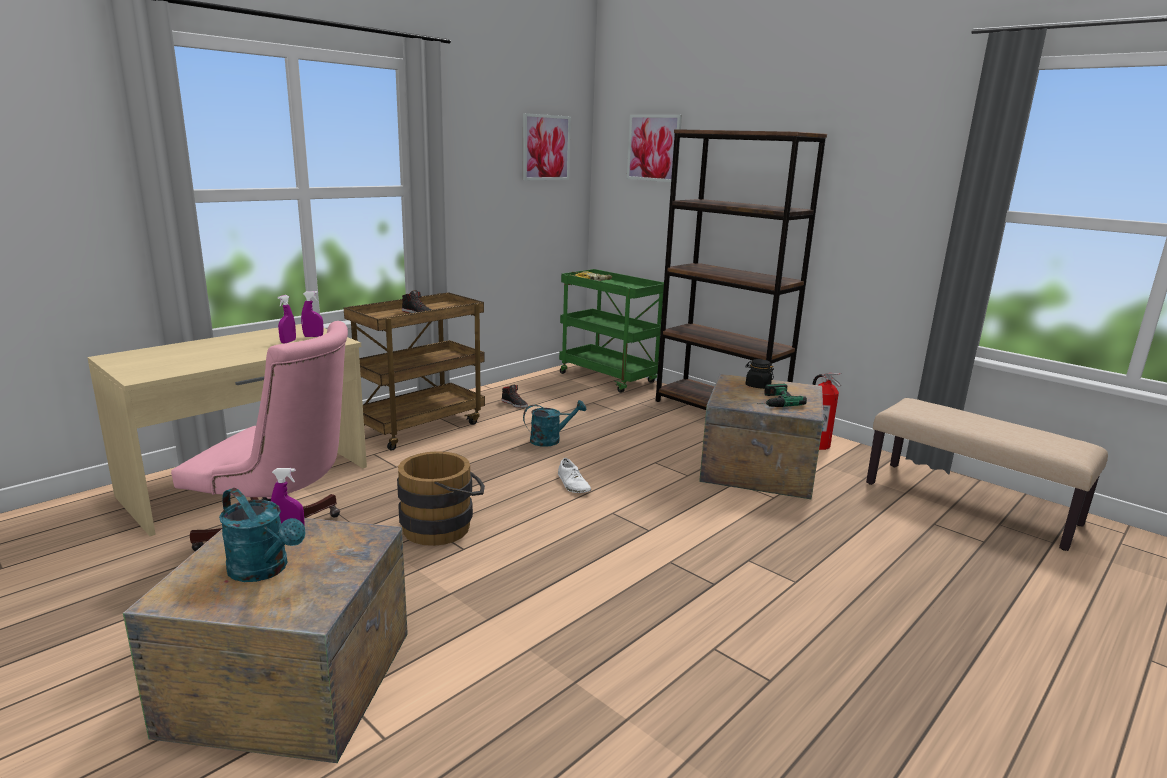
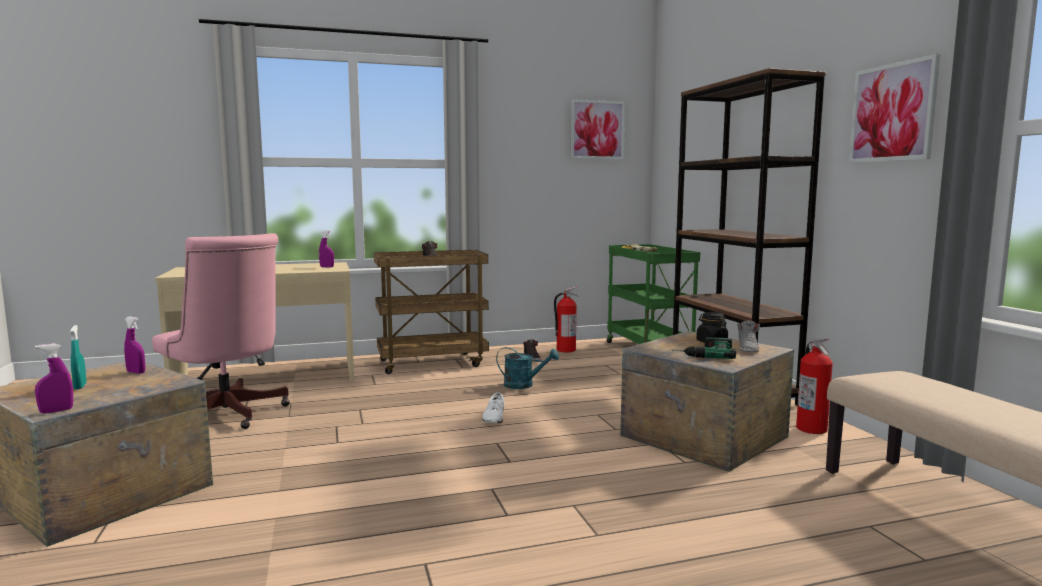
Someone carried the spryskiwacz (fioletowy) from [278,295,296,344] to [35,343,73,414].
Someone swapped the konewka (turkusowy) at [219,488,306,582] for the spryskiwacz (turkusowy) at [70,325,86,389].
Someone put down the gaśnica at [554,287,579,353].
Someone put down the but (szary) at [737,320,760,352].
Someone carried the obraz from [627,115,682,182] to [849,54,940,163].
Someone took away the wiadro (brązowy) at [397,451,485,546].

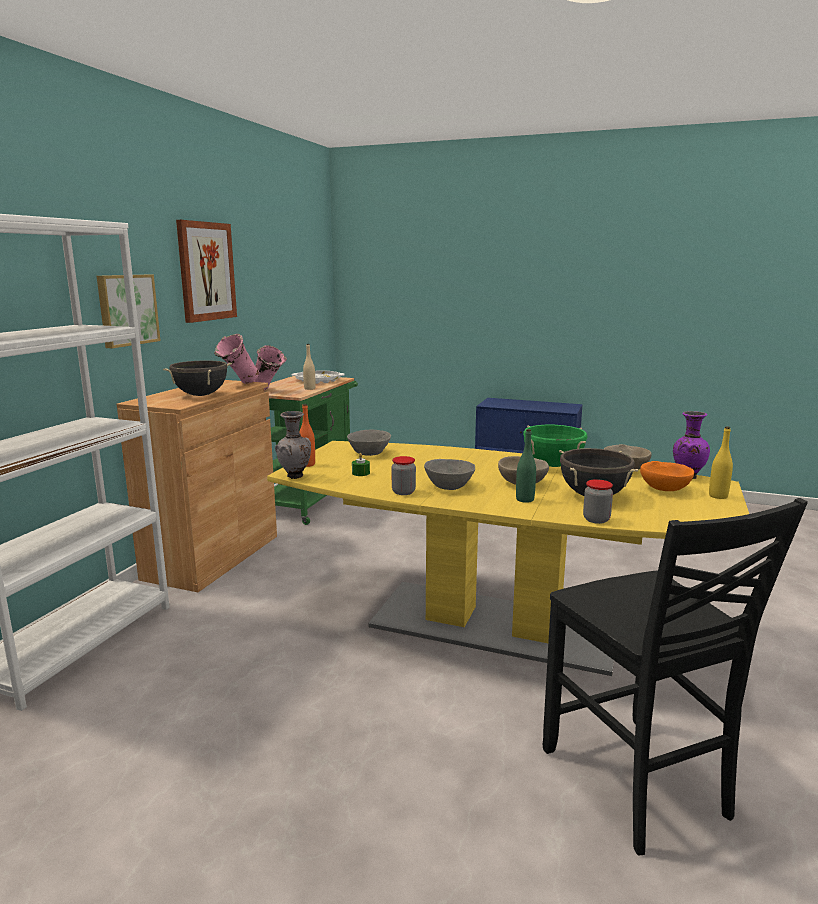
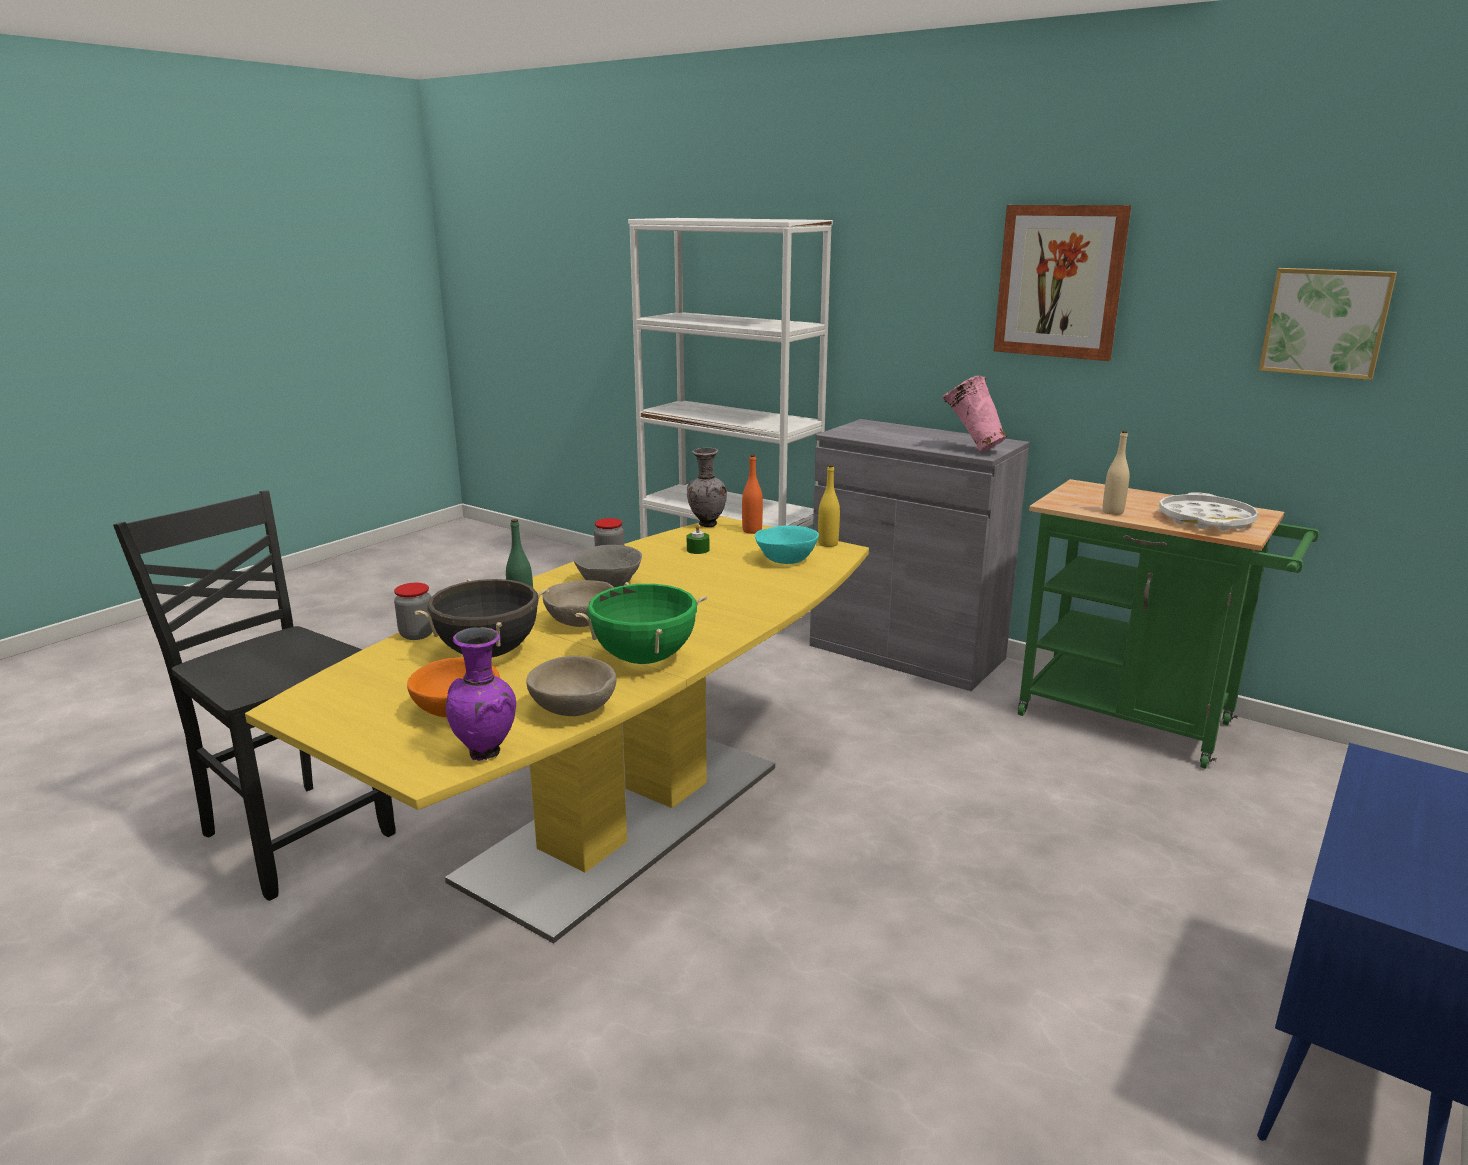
Someone rotated the krzesło (czarny) at [543,498,808,855] by 45 degrees clockwise.
Someone repainted the miska (szary) at [347,430,391,456], which became the miska (turkusowy) at [755,525,819,564].
Someone repainted the szafka (brązowy) at [117,380,277,592], which became the szafka (szary) at [810,419,1029,691].
Someone carried the butelka (żółty) from [709,426,733,499] to [818,465,840,547].
Someone carried the obraz from [97,275,161,348] to [1259,268,1397,380].
Someone took away the garnek (czarny) at [163,361,232,396].
Someone took away the wazon (różowy) at [254,345,287,390].

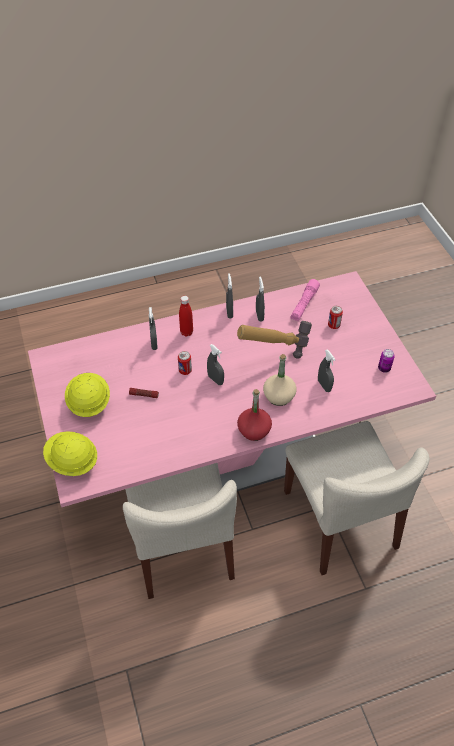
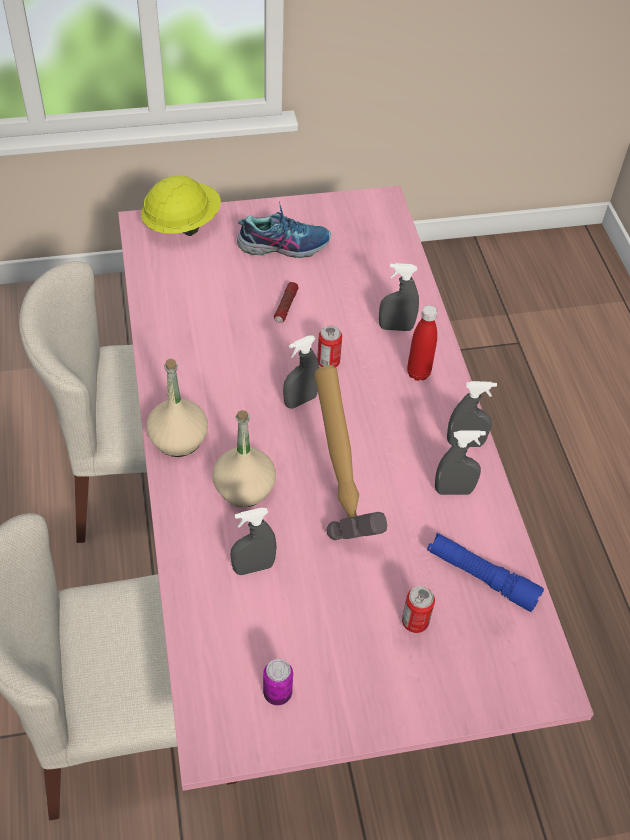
Someone repainted the butelka (czerwony) at [237,389,272,441], which became the butelka (beżowy) at [146,358,208,457].
Someone swapped the kask (żółty) at [65,373,110,417] for the but at [237,201,331,258].
Someone repainted the latarka (różowy) at [291,279,320,321], which became the latarka (niebieski) at [427,533,544,612].

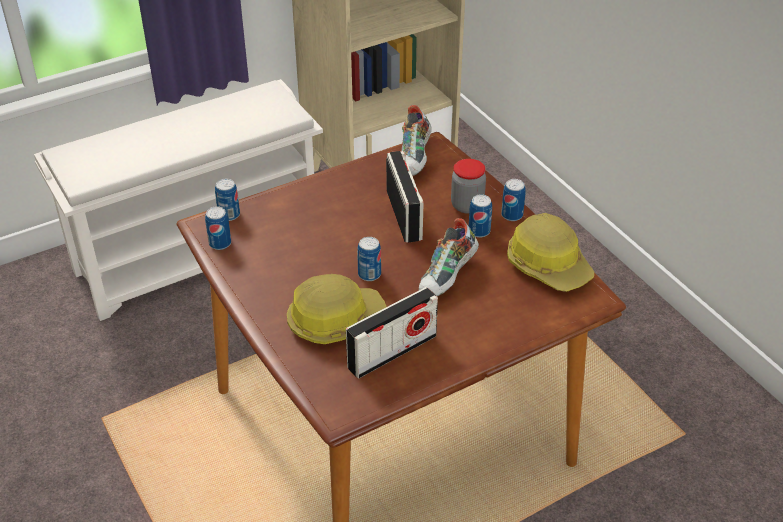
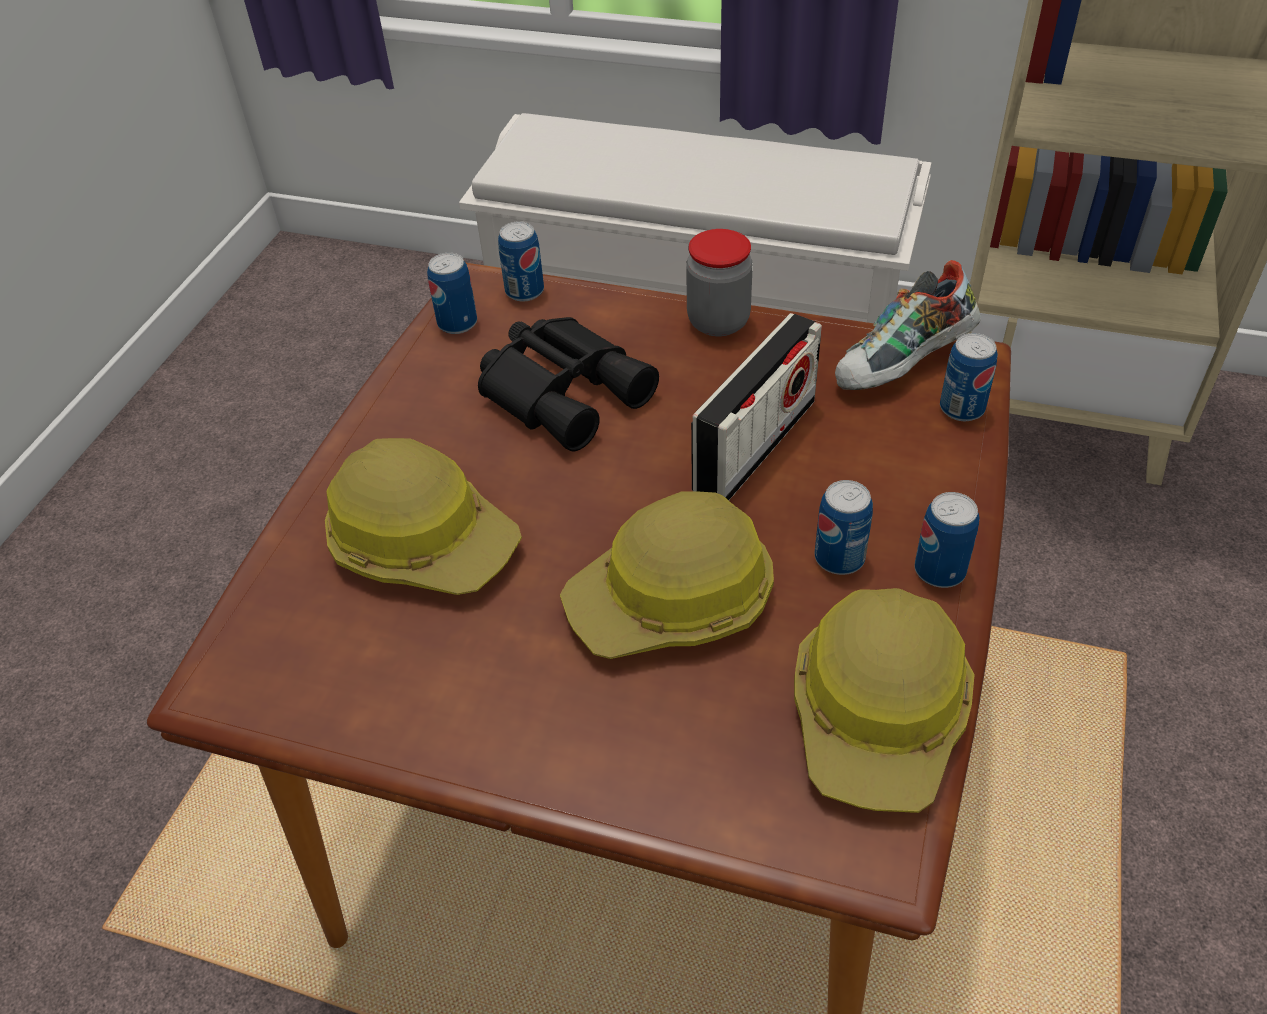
Someone put down the lornetka (czarny) at [478,317,659,451].
Someone swapped the but at [419,218,479,296] for the kask at [560,492,774,659].
Someone carried the słoik from [451,159,486,214] to [686,229,753,337].
Someone carried the puszka from [357,237,381,281] to [940,333,998,421].
Someone took away the radio at [346,287,438,379].

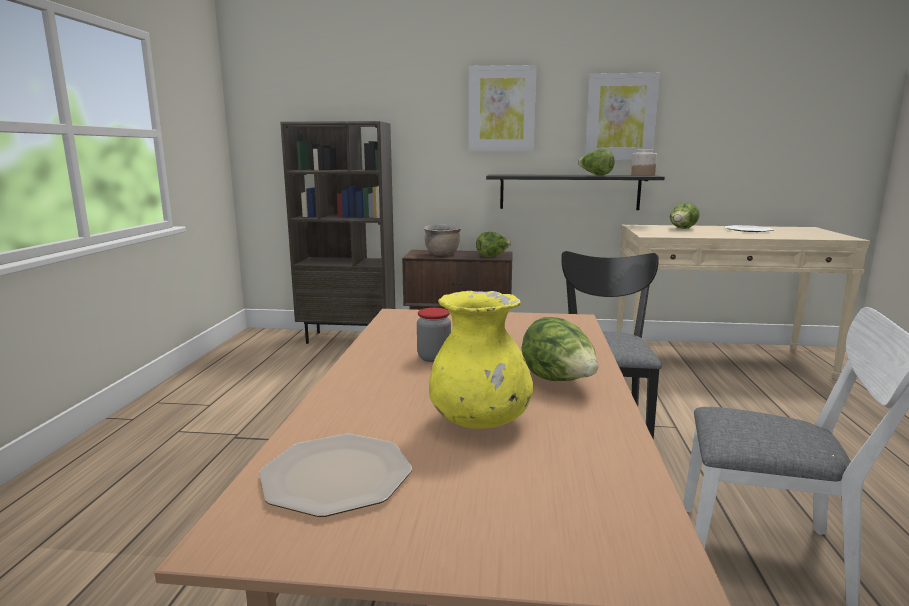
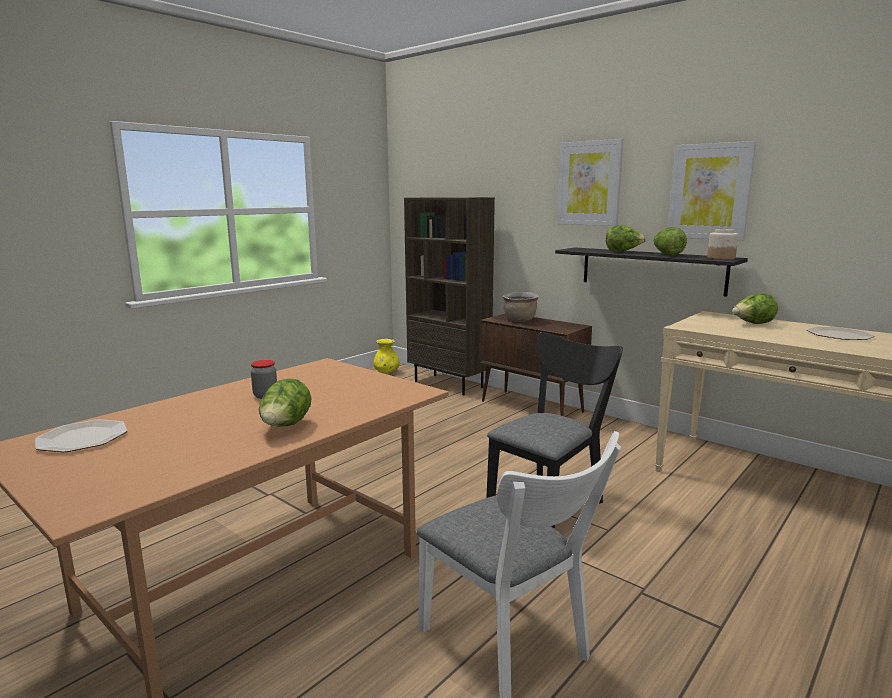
Someone carried the wazon (żółty) from [429,291,534,429] to [373,339,400,373].
Someone carried the sałata from [476,232,512,257] to [606,225,646,252].

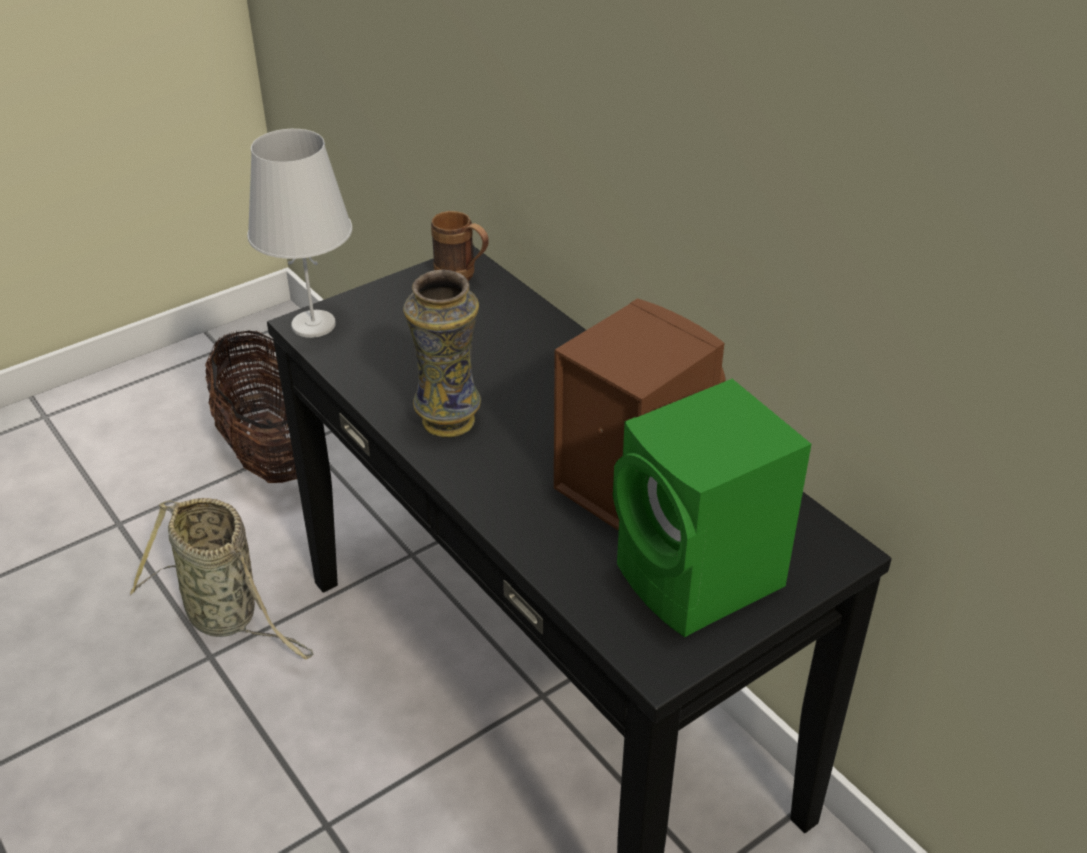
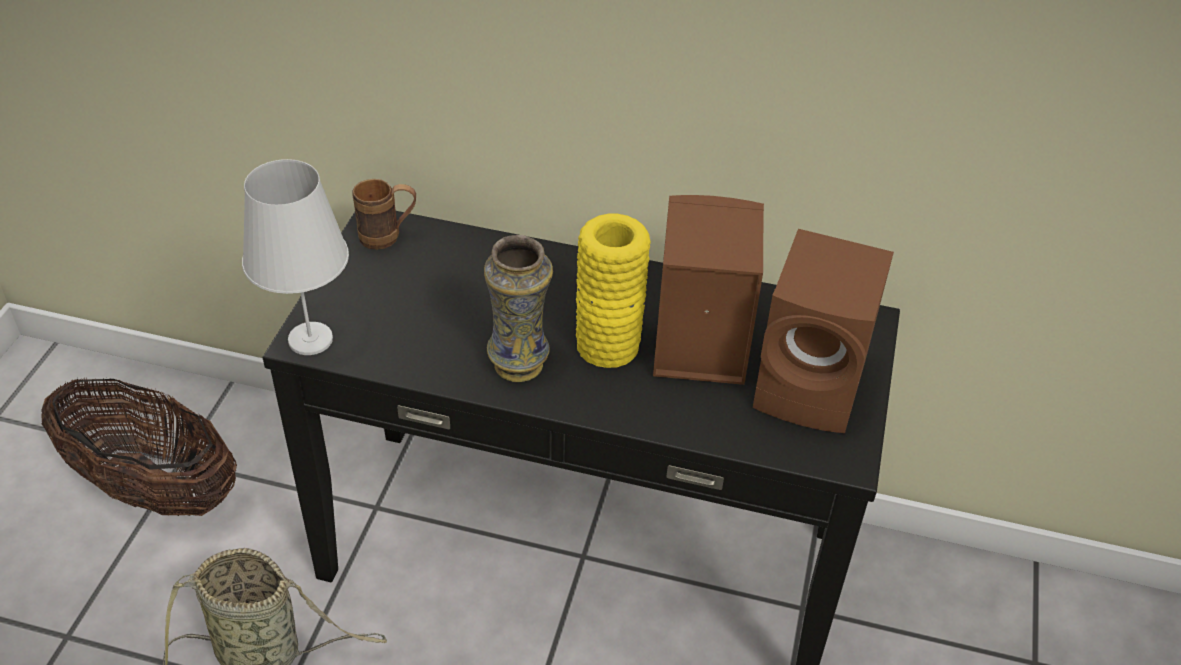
Someone put down the wazon (żółty) at [576,214,651,368].
Someone repainted the głośnik (zielony) at [613,379,811,637], which became the głośnik (brązowy) at [753,229,894,433].

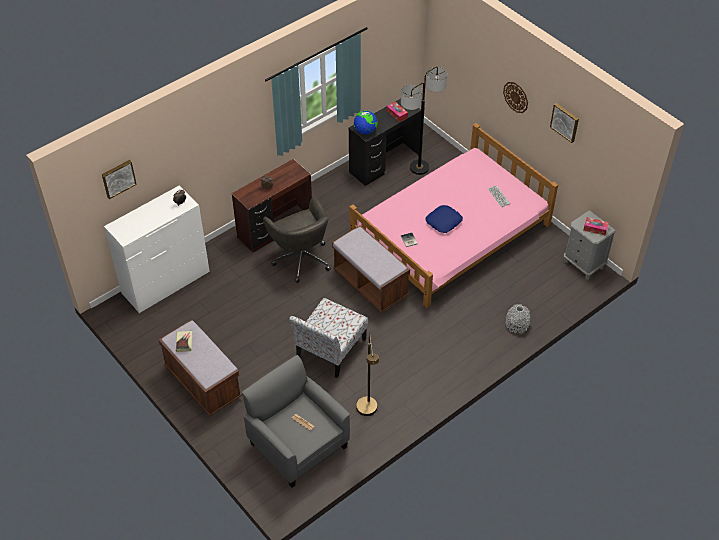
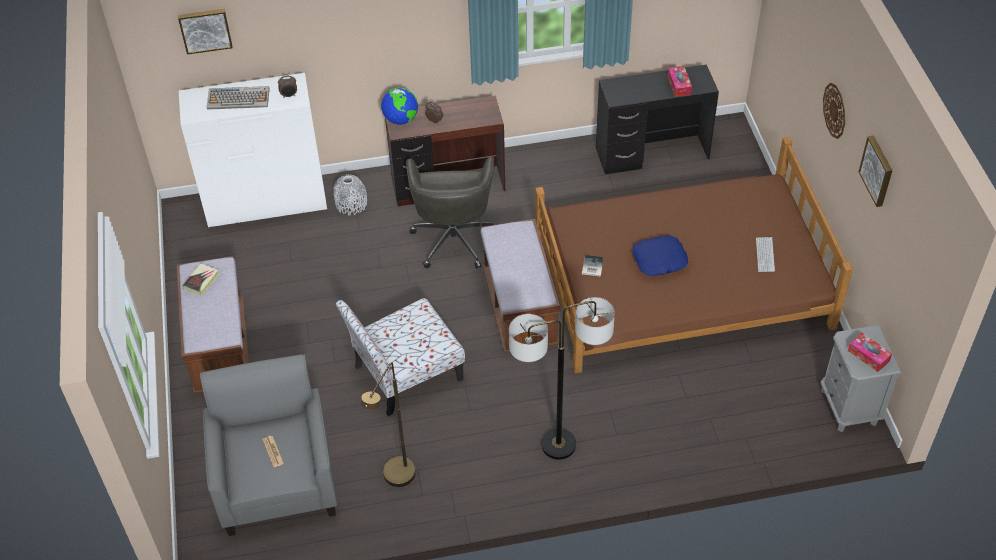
Someone put down the klawiatura at [207,86,270,110].
Someone carried the wazon (szary) from [506,304,531,333] to [333,174,367,215].
Someone carried the globus from [354,110,378,135] to [381,87,418,125].
Someone carried the lampa stojąca from [401,67,447,175] to [509,297,615,460].
Someone repainted the łóżko (różowy) at [350,123,558,308], which became the łóżko (brązowy) at [535,137,853,373].

